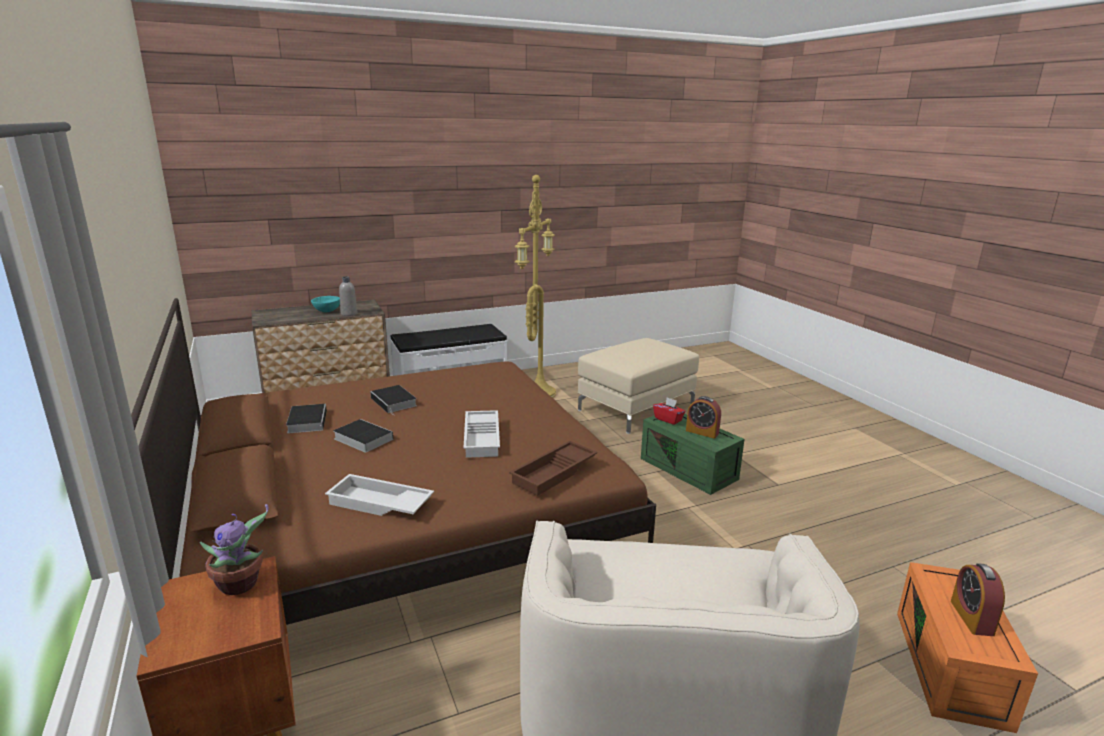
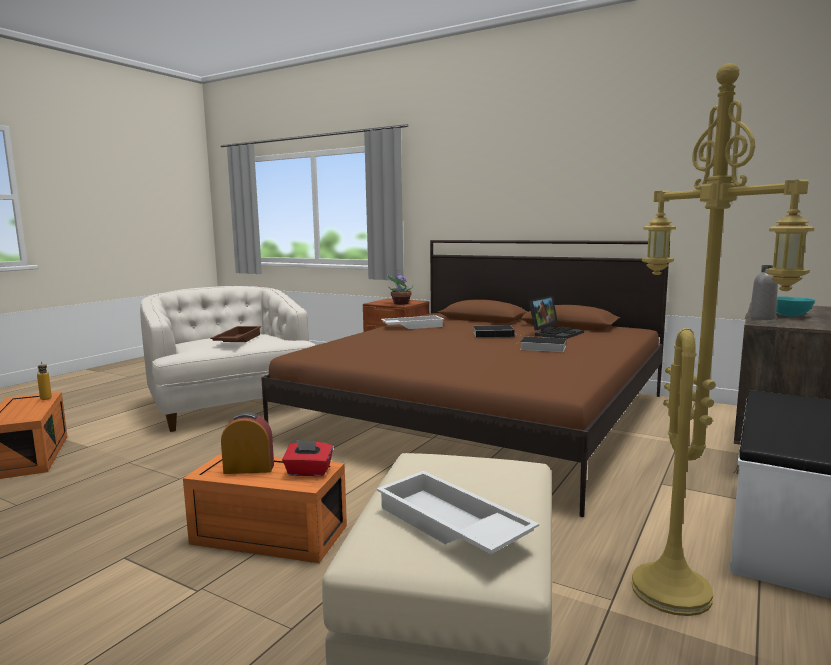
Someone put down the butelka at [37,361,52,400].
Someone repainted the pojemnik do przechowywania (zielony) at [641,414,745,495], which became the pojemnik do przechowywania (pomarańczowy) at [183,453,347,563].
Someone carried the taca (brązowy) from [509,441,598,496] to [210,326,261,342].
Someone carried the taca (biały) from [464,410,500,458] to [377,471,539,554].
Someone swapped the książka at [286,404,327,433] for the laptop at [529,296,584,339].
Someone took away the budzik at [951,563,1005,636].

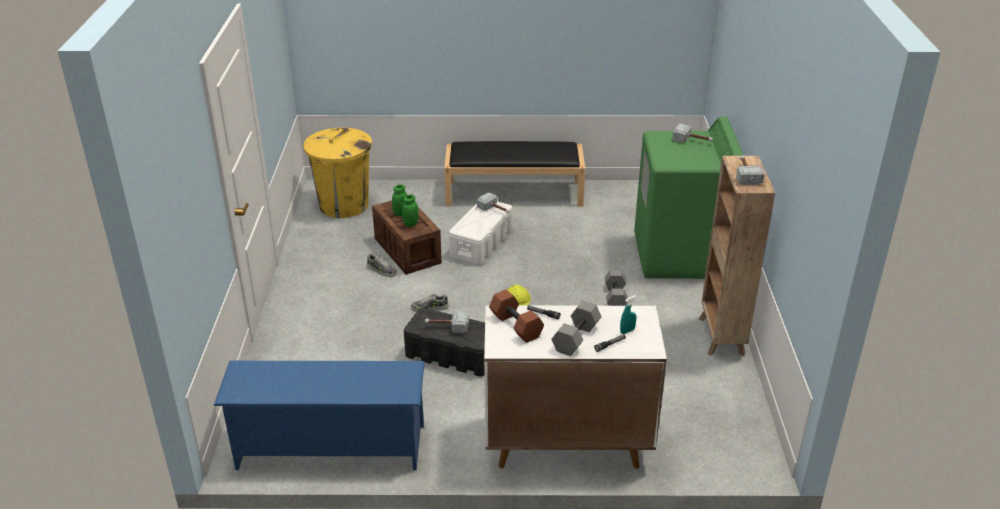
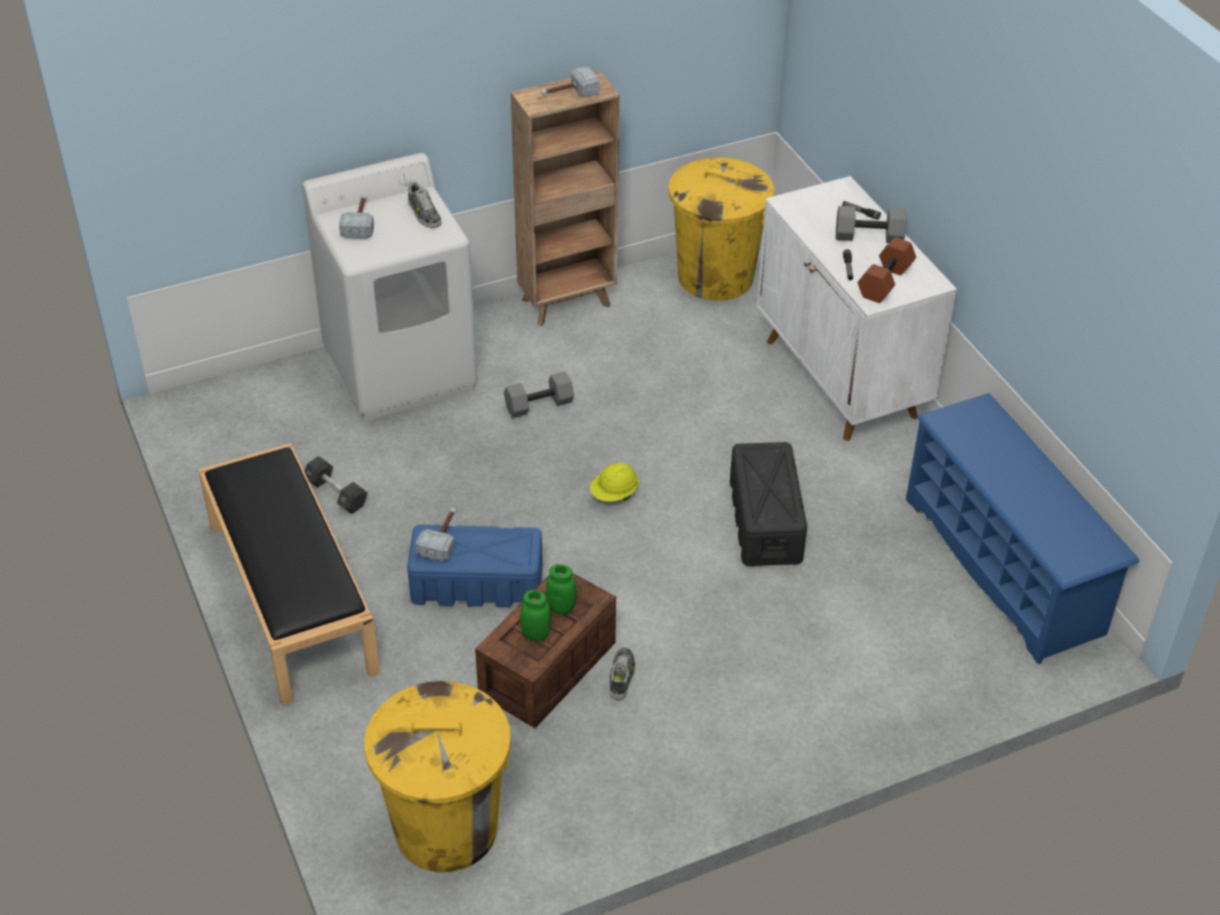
Someone repainted the pralka (zielony) at [634,116,744,279], which became the pralka (biały) at [302,153,478,421].
Someone put down the hantel (czarny) at [304,456,368,514].
Someone repainted the pojemnik do przechowywania (biały) at [449,202,512,265], which became the pojemnik do przechowywania (niebieski) at [407,525,543,607].
Someone carried the but from [411,294,449,312] to [408,181,442,228].
Someone put down the kosz na śmieci (żółty) at [669,157,774,301].
Someone took away the młotek at [425,311,469,333].
Someone took away the spryskiwacz (turkusowy) at [620,295,637,334].

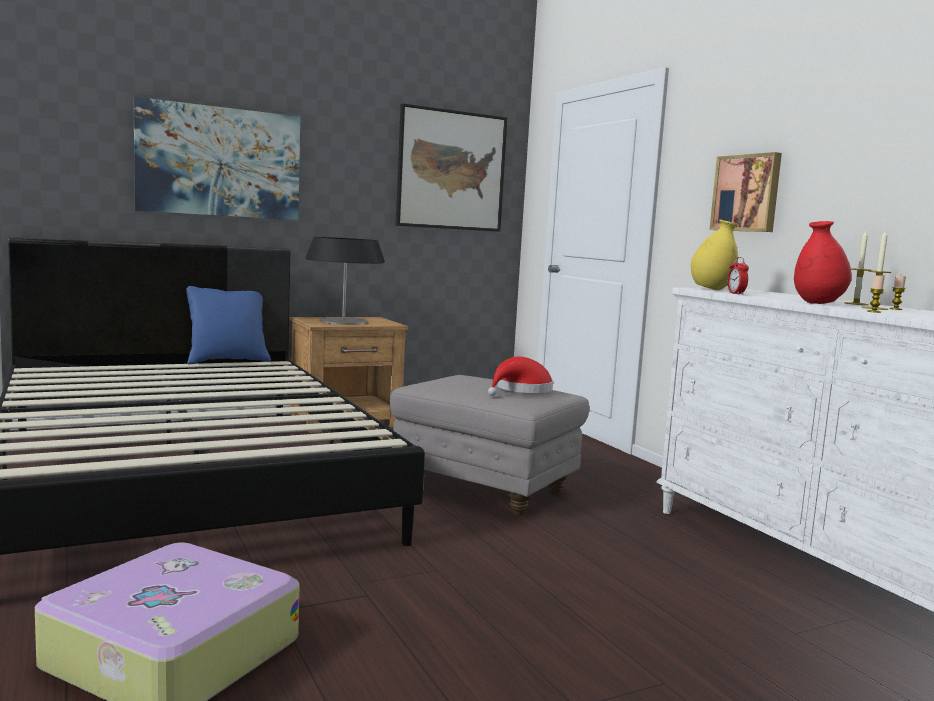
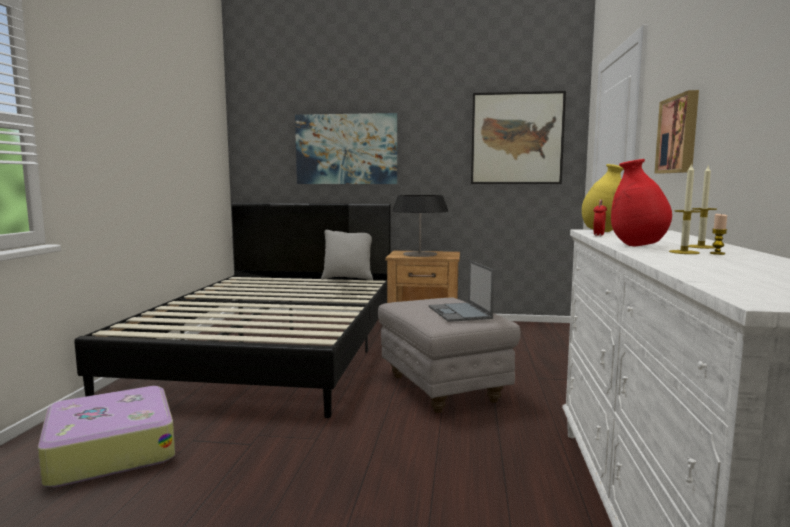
Someone repainted the poduszka (niebieski) at [186,286,271,365], which became the poduszka (szary) at [321,230,373,280].
Someone swapped the kapelusz (czerwony) at [488,357,553,396] for the laptop at [429,260,495,322].
Someone took away the świeca at [867,275,885,313].

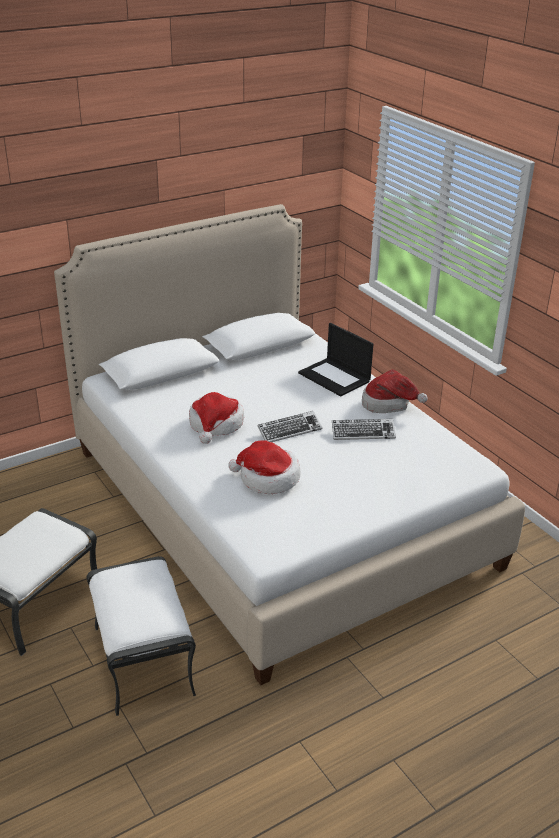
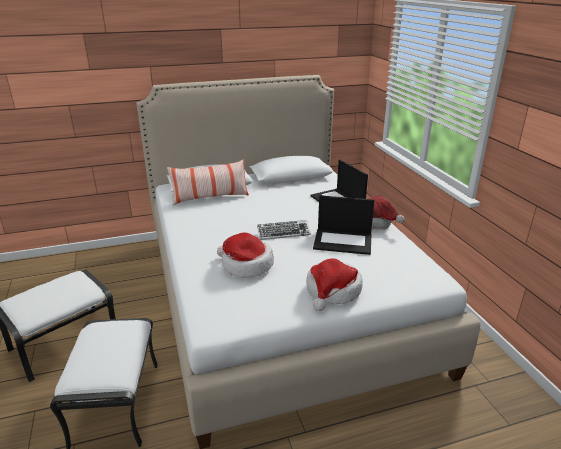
Someone put down the poduszka at [167,159,249,205].
Someone carried the kapelusz from [189,392,244,444] to [307,258,363,311].
Someone swapped the klawiatura at [332,419,396,440] for the laptop at [313,195,374,255].

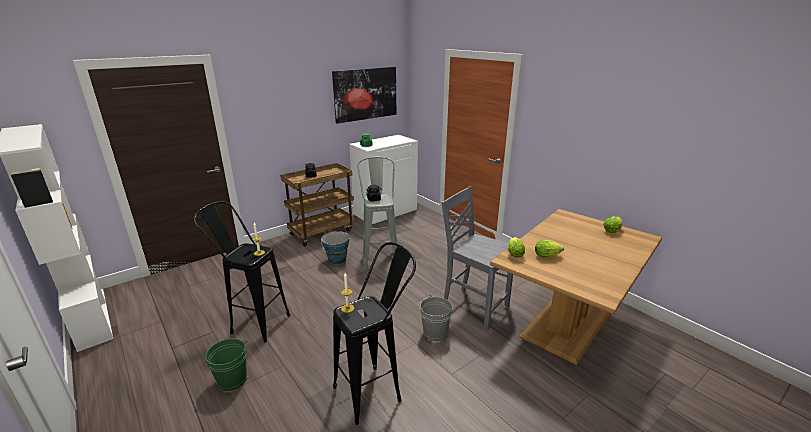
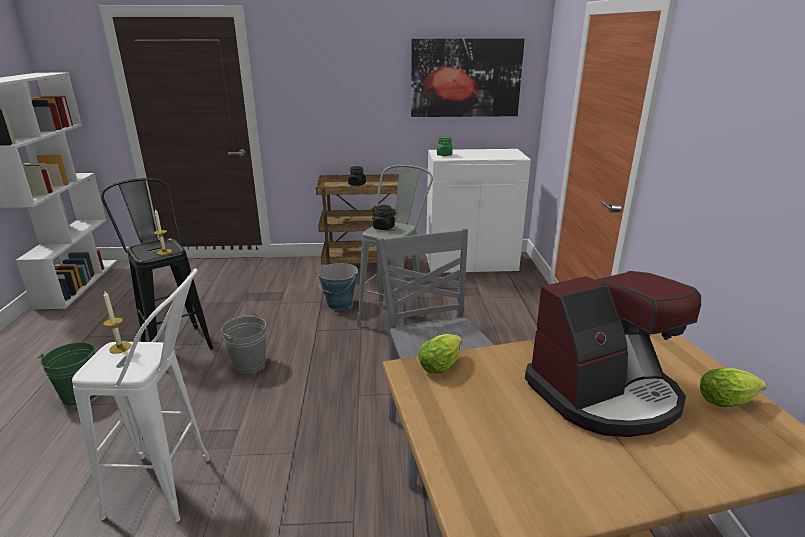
Someone repainted the stołek (czarny) at [333,242,416,425], which became the stołek (biały) at [72,269,210,522].
Someone carried the wiadro (szary) from [420,295,452,341] to [221,313,267,373].
Someone put down the ekspres do kawy at [525,271,701,437].
Someone took away the sałata at [535,240,564,257].

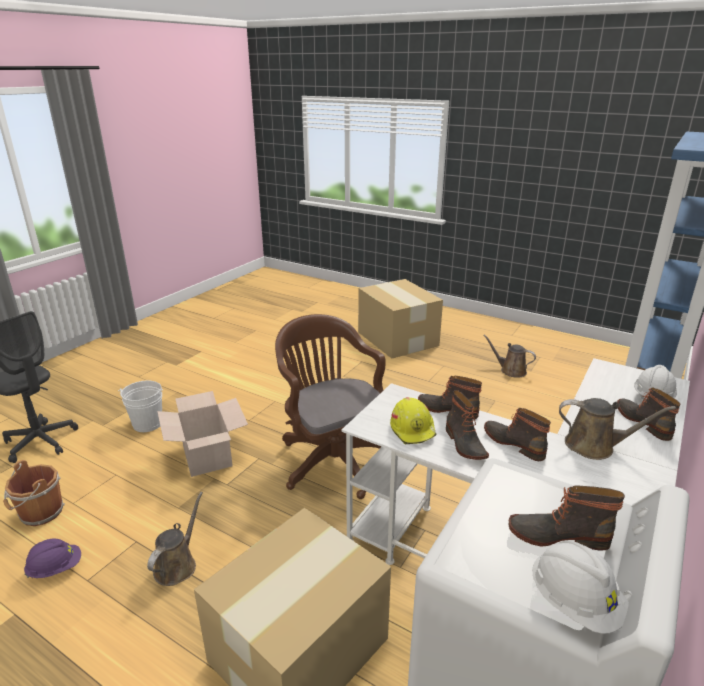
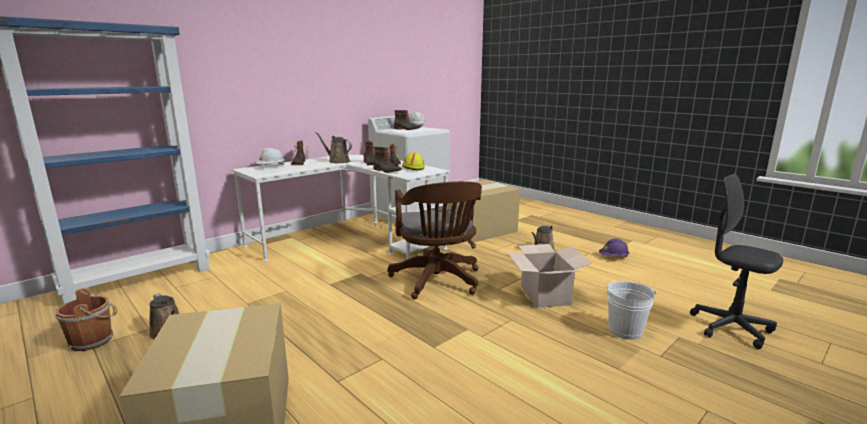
Someone carried the wiadro (brązowy) from [3,460,65,526] to [56,288,117,351].

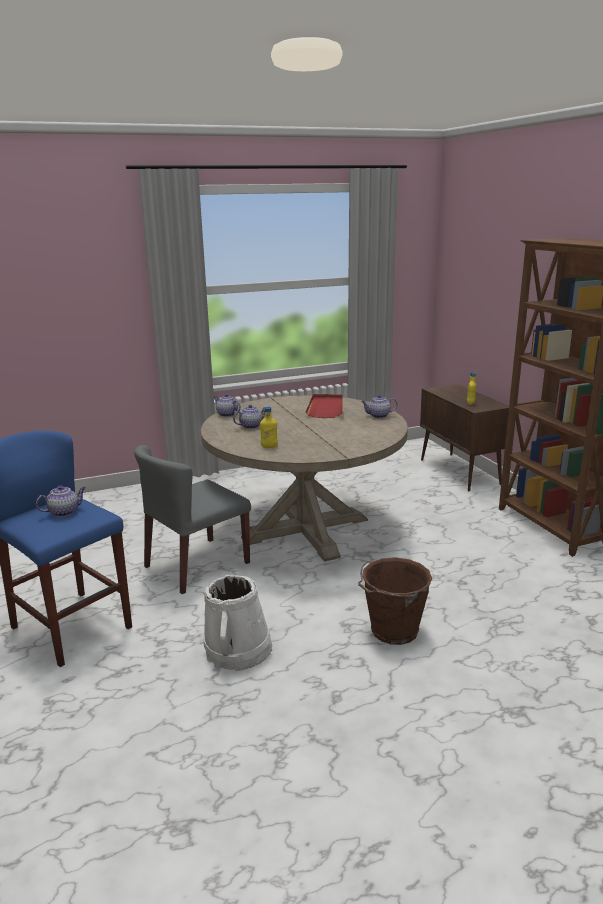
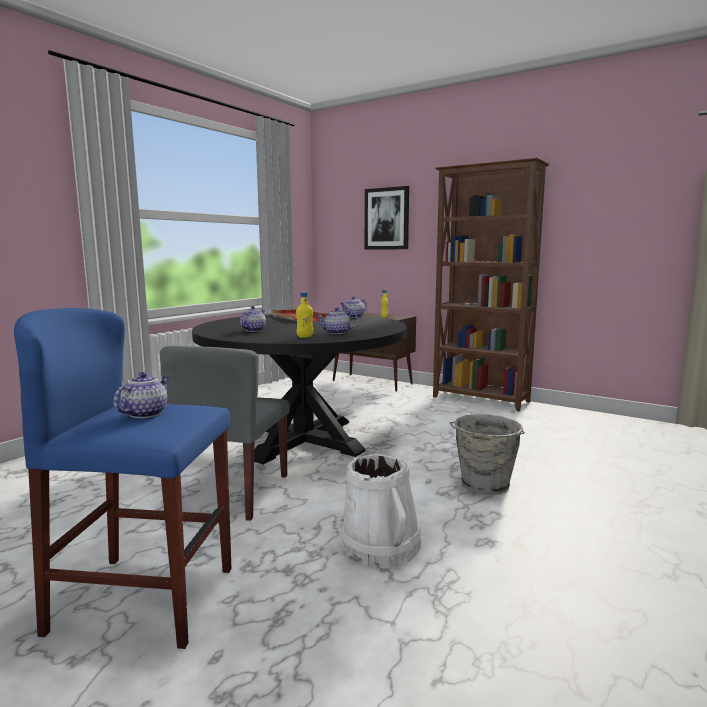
Someone repainted the stół jadalny (beżowy) at [201,395,408,562], which became the stół jadalny (czarny) at [192,313,406,464].
Someone carried the imbryk from [214,394,241,417] to [316,307,359,334].
Someone put up the obraz at [365,186,409,249].
Someone repainted the wiadro (brązowy) at [358,557,432,645], which became the wiadro (szary) at [450,414,525,495].

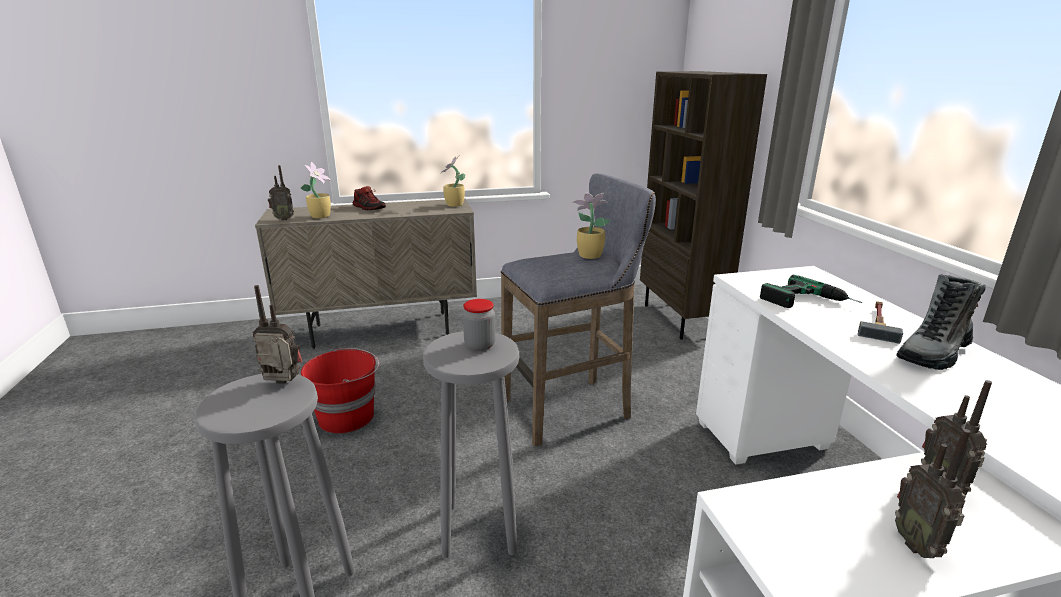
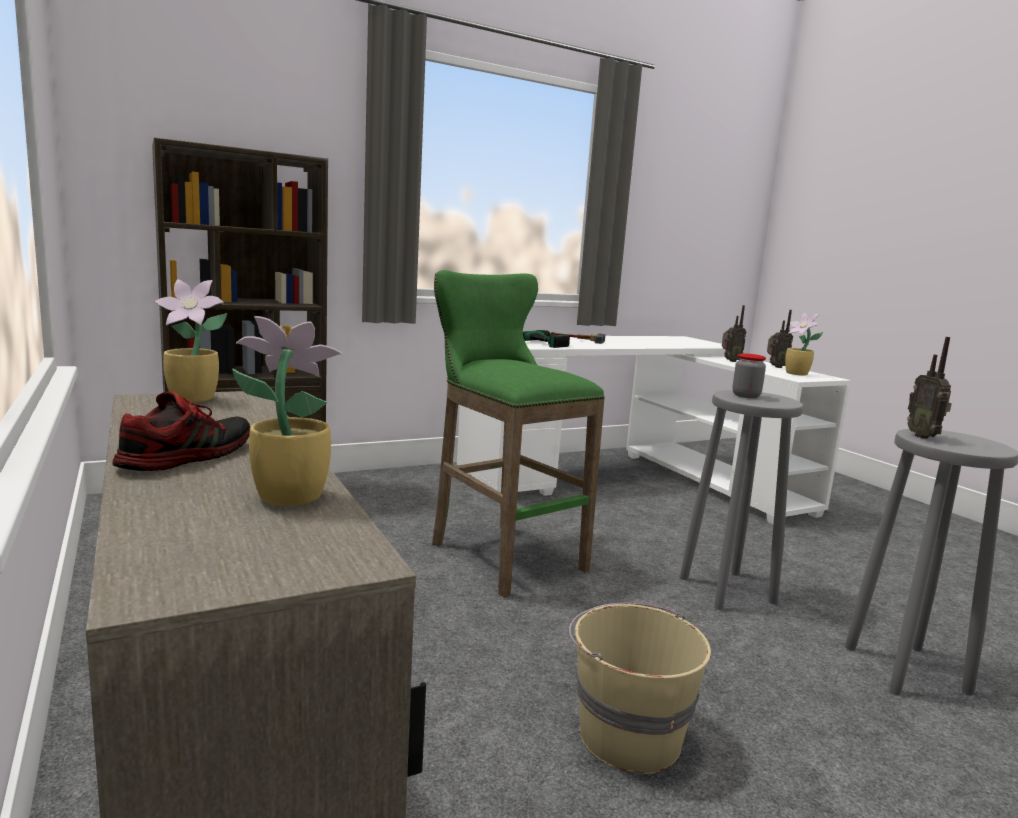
Someone repainted the stołek (szary) at [501,173,656,446], which became the stołek (zielony) at [432,270,605,598].
Someone repainted the wiadro (czerwony) at [301,348,379,433], which became the wiadro (beżowy) at [569,603,711,774].
Someone carried the roślina doniczkowa from [573,193,610,259] to [785,313,823,376].
Someone took away the radio at [268,165,294,220].
Someone took away the but z cholewką at [896,274,986,370].

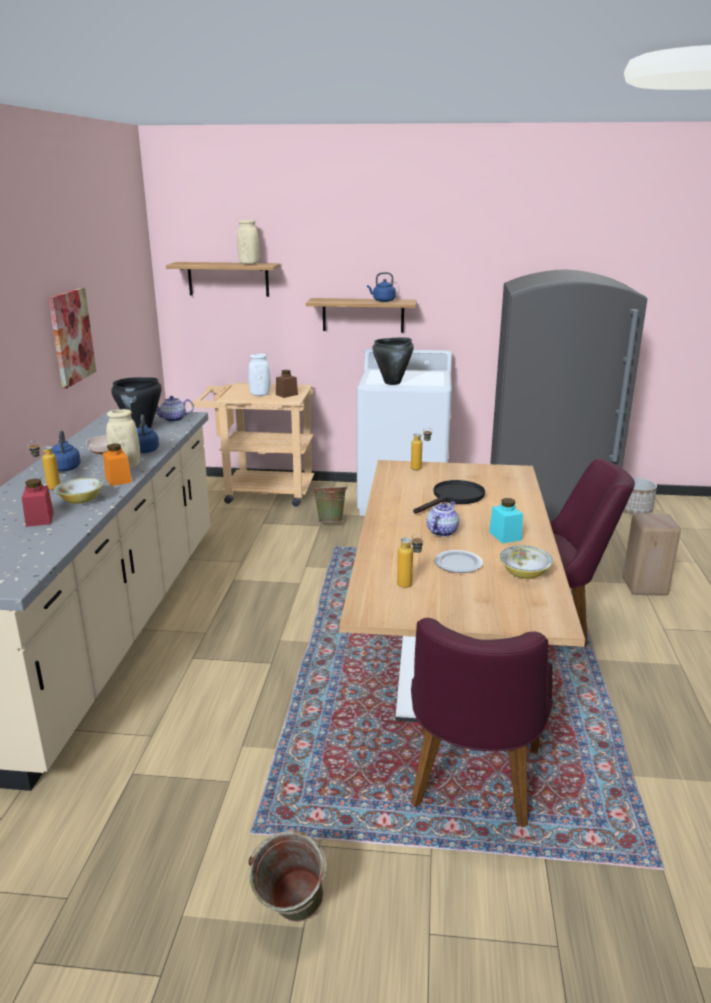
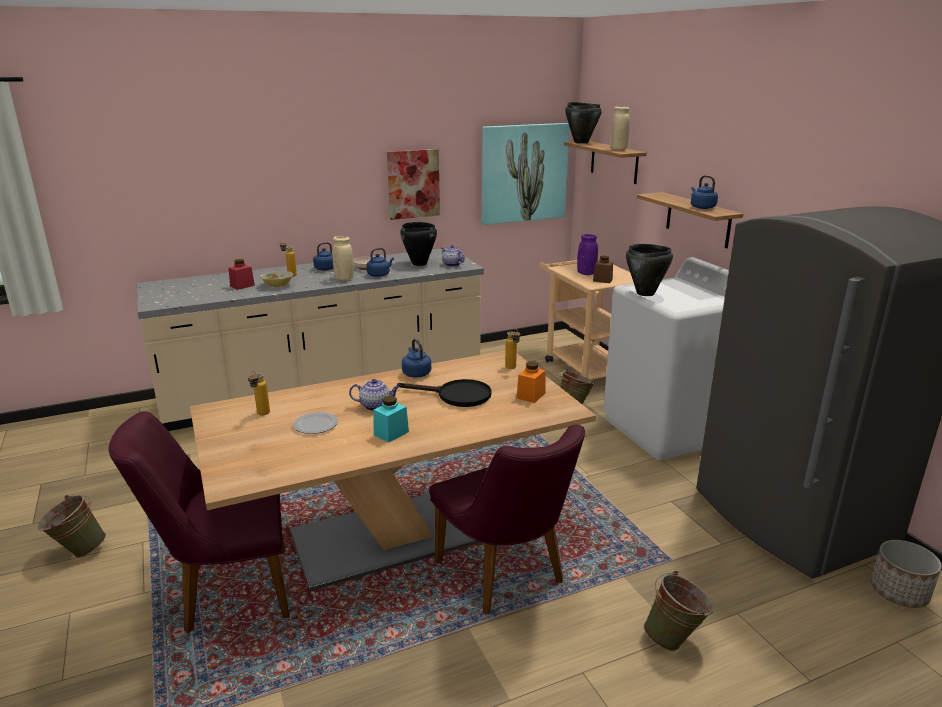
Someone put down the czajnik (niebieski) at [402,339,431,378].
Someone put up the obraz at [482,123,570,225].
Someone carried the słoik (pomarańczowy) from [103,443,132,486] to [517,361,545,403].
Someone put down the garnek (czarny) at [565,102,602,144].
Someone repainted the wazon (biały) at [248,353,271,396], which became the wazon (fioletowy) at [577,234,598,275].
Someone swapped the stołek (beżowy) at [623,513,681,596] for the wiadro (zielony) at [643,571,714,651].
Someone took away the miska at [499,545,553,579].

